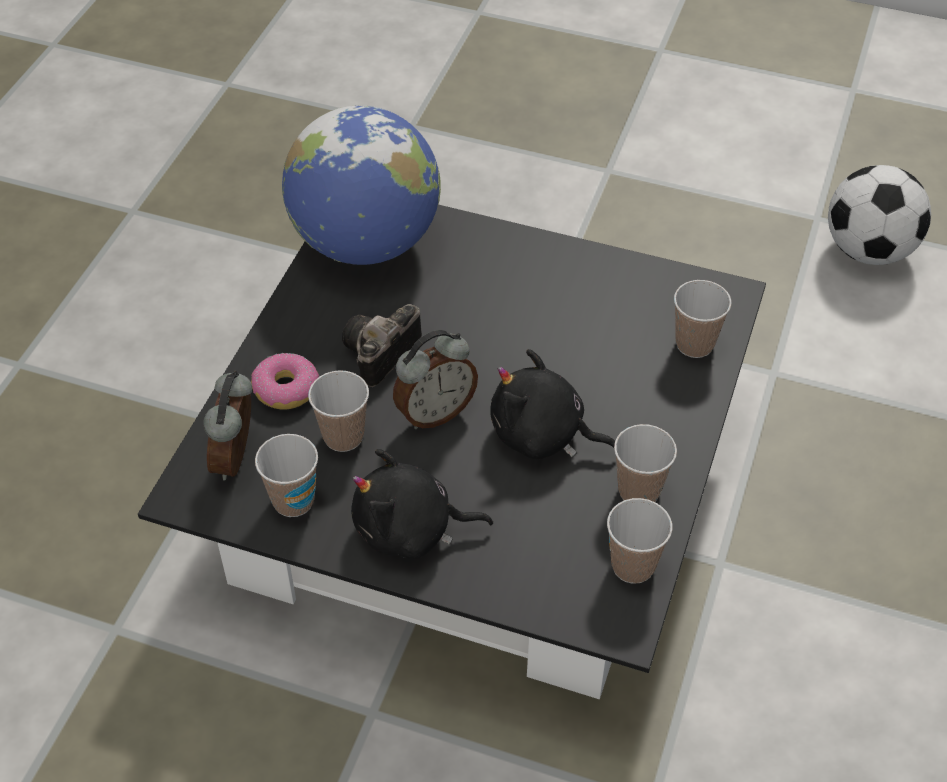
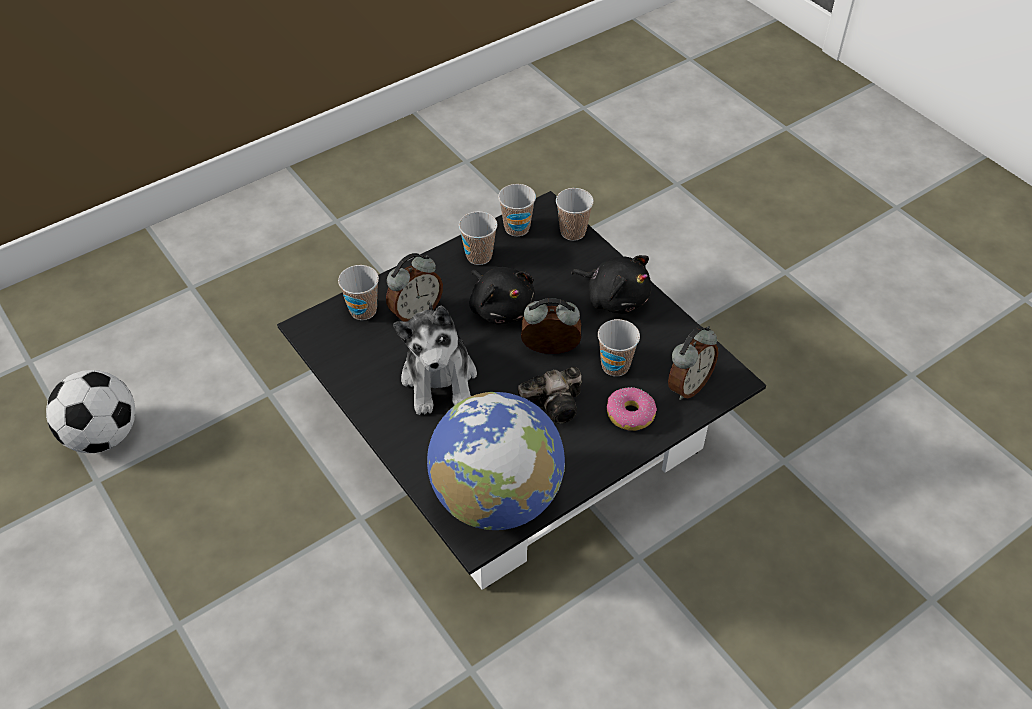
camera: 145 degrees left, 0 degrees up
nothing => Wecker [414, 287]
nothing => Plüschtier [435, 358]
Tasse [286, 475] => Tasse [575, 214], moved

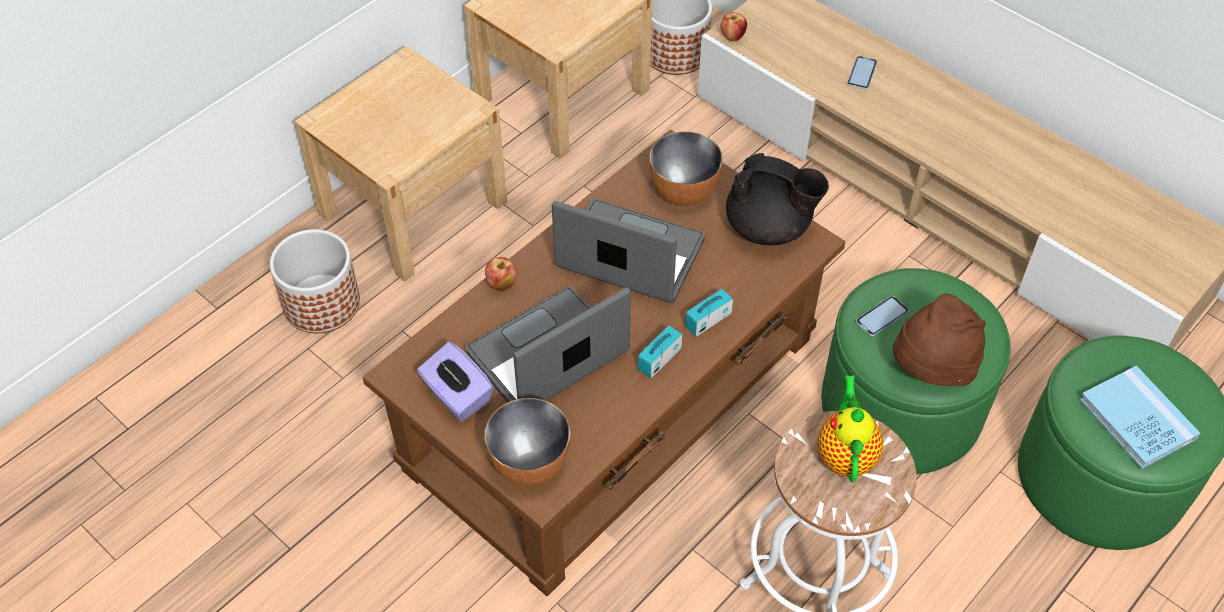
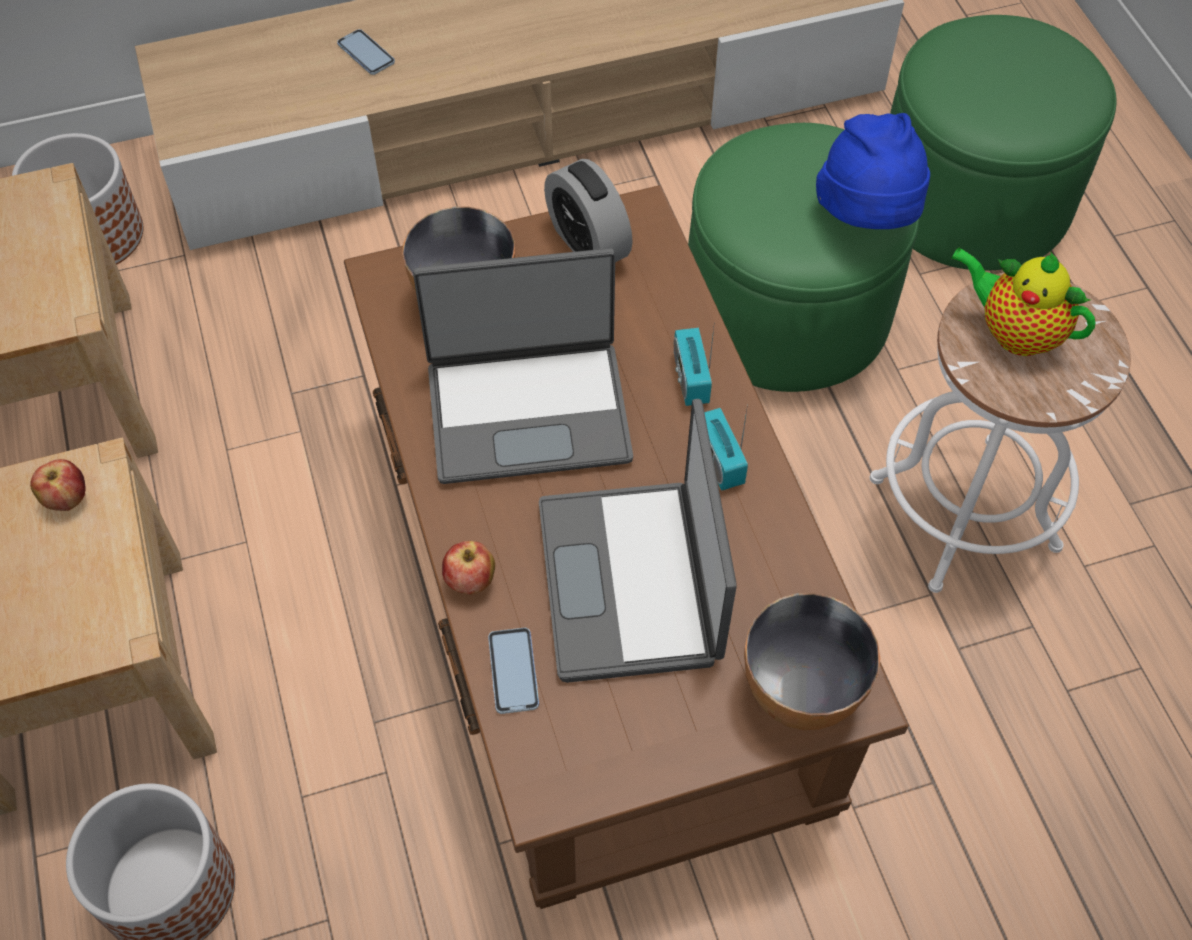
camera: 60 degrees left, 5 degrees up
Taschentuchbox [lila] [455, 382] => nothing
Buch [blau] [1139, 417] => nothing
Apfel [733, 26] => Apfel [58, 485], moved
Handy [882, 316] => Handy [513, 671], moved
Teekanne [schwarz] [777, 199] => Wecker [588, 210]
Hut [braun] [939, 340] => Hut [blau] [873, 171]
Laptop [628, 251] => Laptop [523, 366], 150 degrees counterclockwise

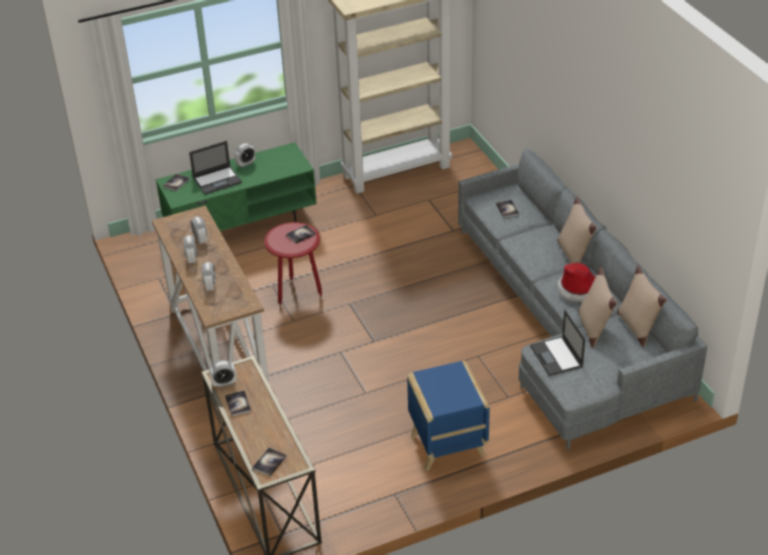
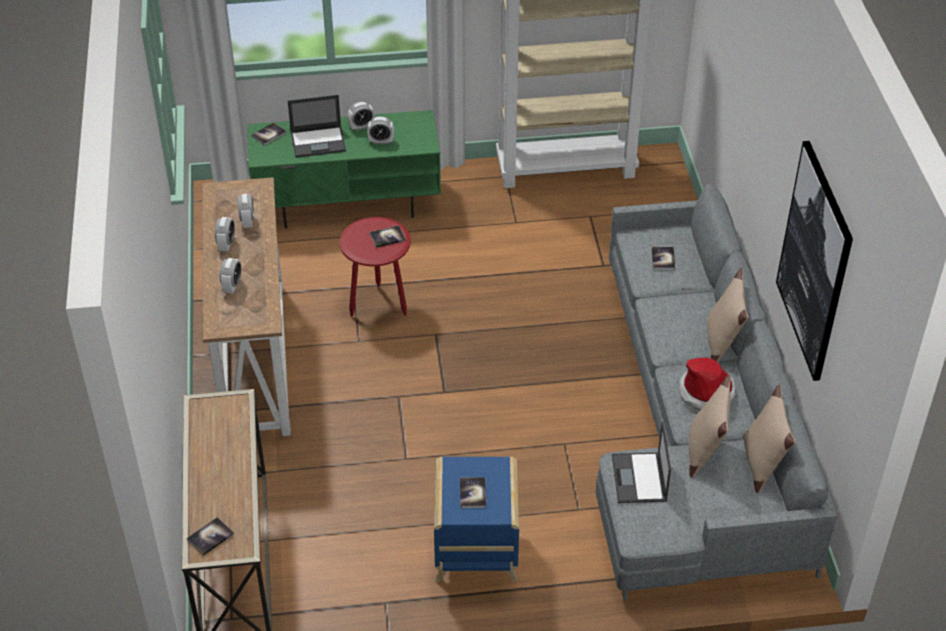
camera: 15 degrees right, 5 degrees up
nothing => Bild [814, 261]
Wecker [223, 374] => Wecker [380, 130], moved
Buch [238, 403] => Buch [473, 492], moved

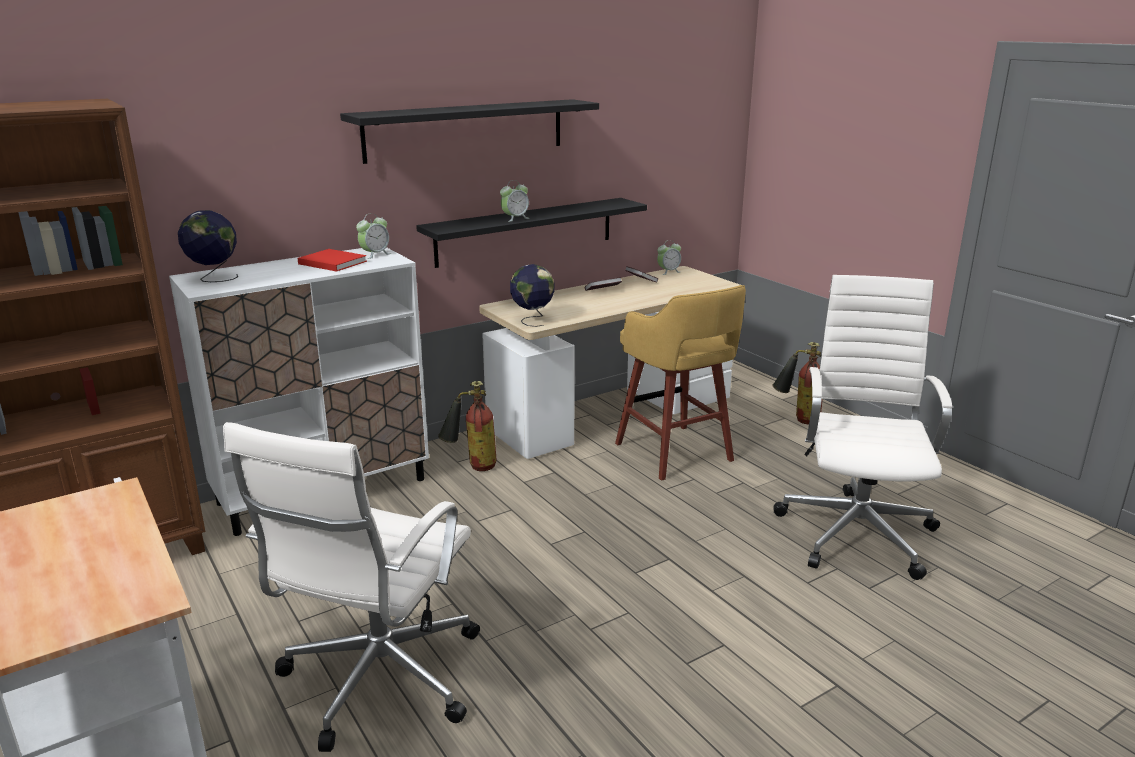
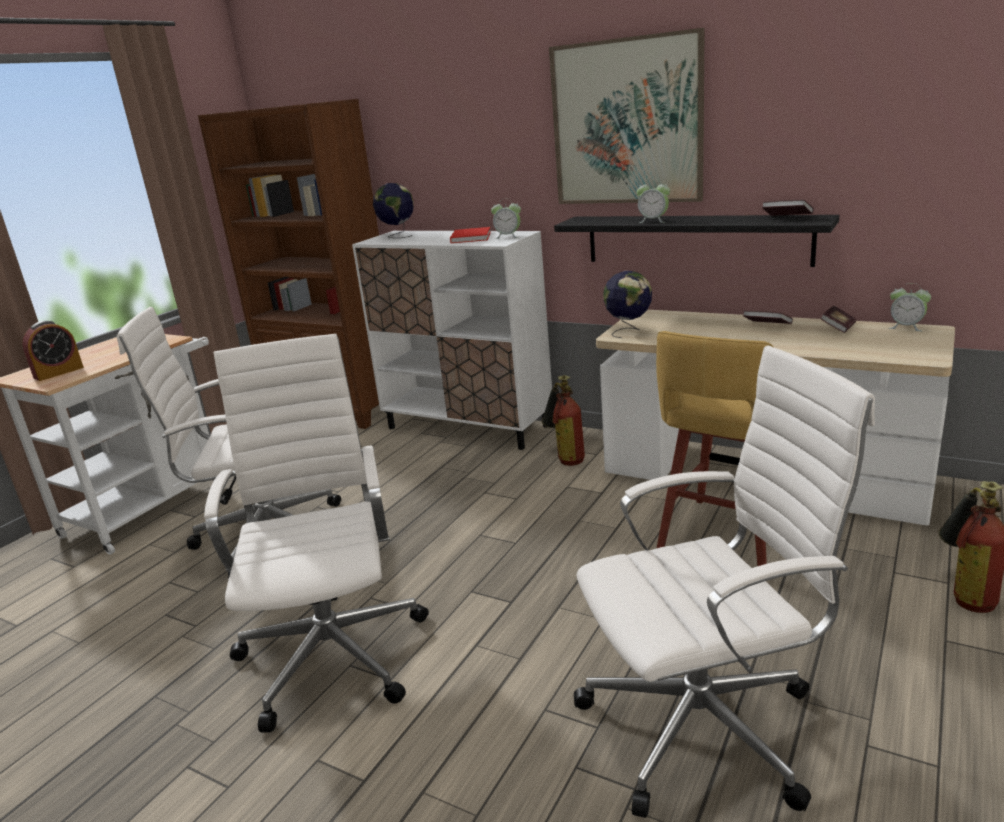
camera: 65 degrees right, 0 degrees up
nothing => Wecker [53, 351]
nothing => Bürostuhl [weiß] [316, 533]
nothing => Buch [788, 208]
Wandregal [schwarz] [469, 131] => Bild [627, 116]

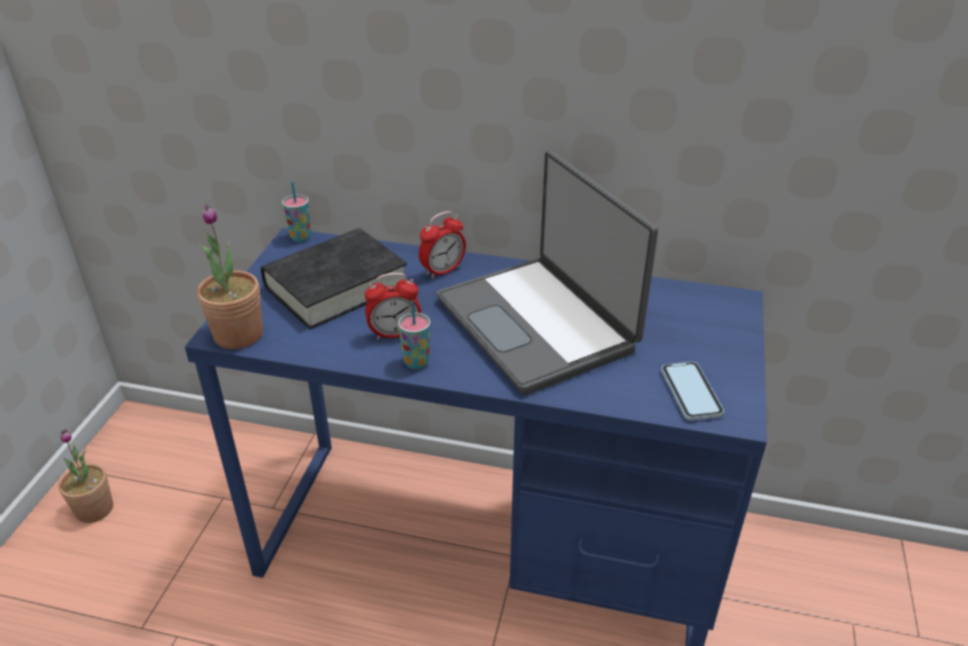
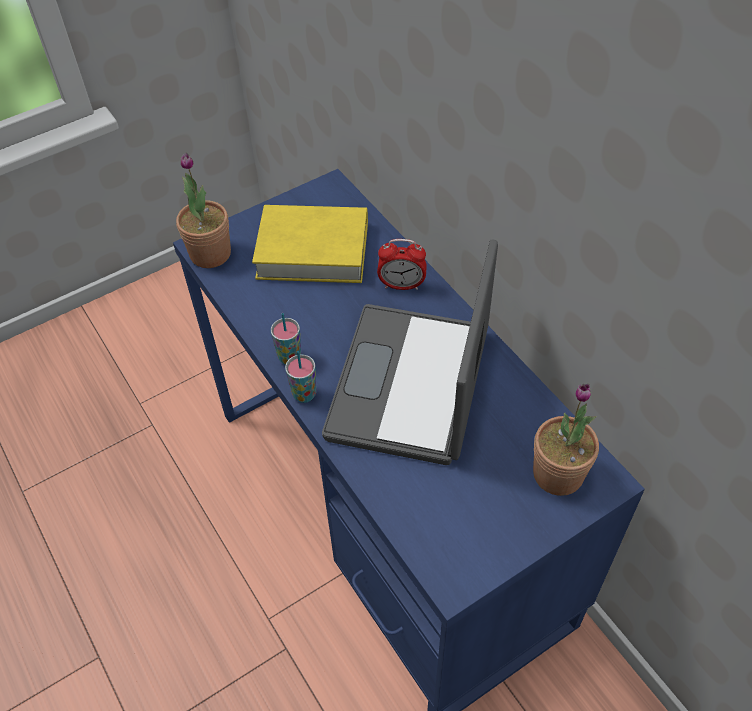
camera: 45 degrees right, 15 degrees up
Wecker [393, 306] => nothing
Handy [692, 391] => nothing
Topfpflanze [86, 476] => Topfpflanze [566, 440], moved
Tasse [296, 211] => Tasse [300, 377], moved
Buch [schwarz] [334, 278] => Buch [gelb] [310, 244]

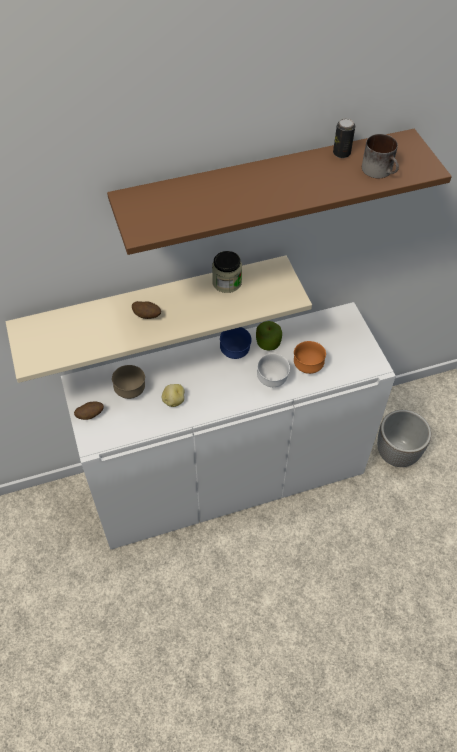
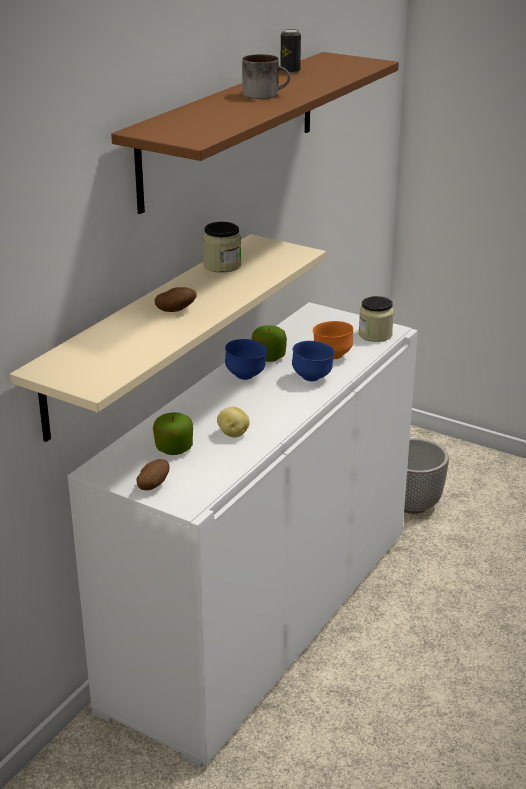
camera: 40 degrees left, 25 degrees down
nothing => Vorratsglas [376, 319]
Henkelbecher [380, 156] => Henkelbecher [266, 76], moved
Schüssel [braun] [128, 382] => Apfel [173, 433]
Schüssel [weiß] [273, 370] => Schüssel [blau] [313, 361]

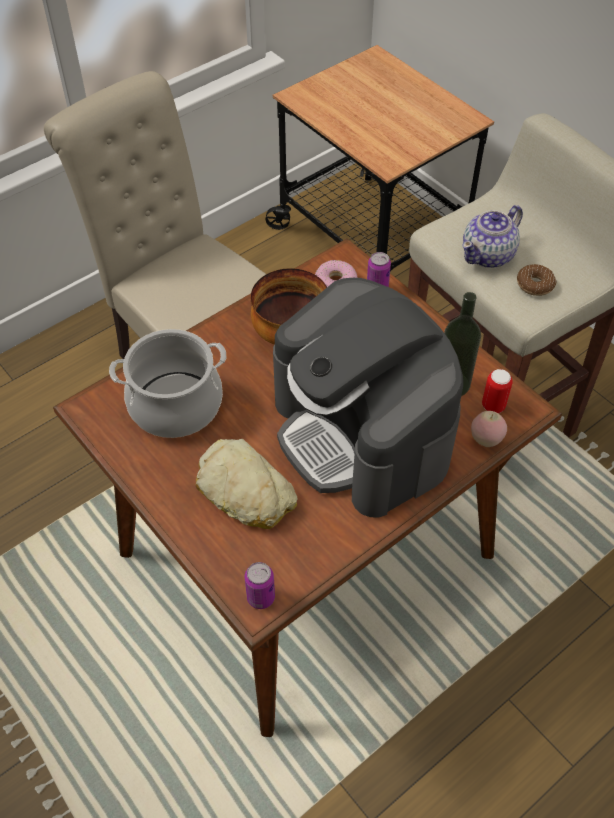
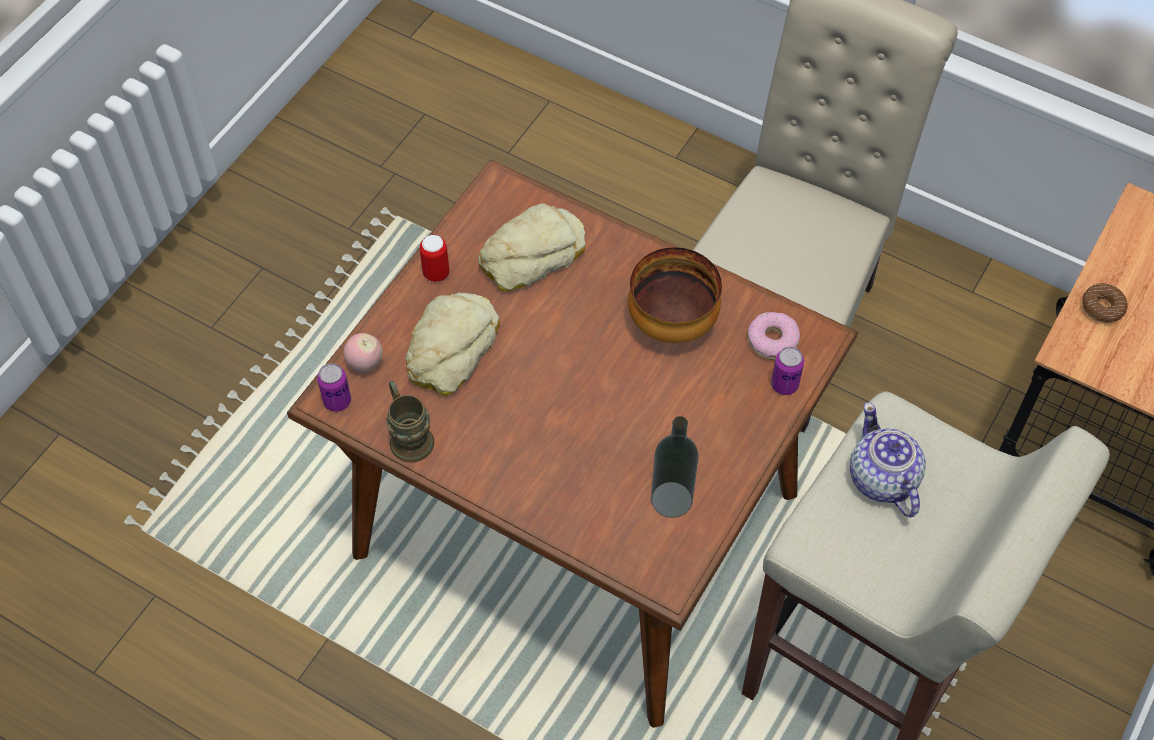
camera: 70 degrees right, 5 degrees up
Kaffeemaschine [368, 397] => nothing
nothing => Henkelbecher [braun] [410, 422]
Apfel [489, 429] => Apfel [363, 353], moved
Dose [497, 391] => Dose [434, 258], moved
Donut [537, 280] => Donut [1105, 303], moved
Kochtopf [168, 383] => Brot [532, 247]
Teekanne [492, 236] => Teekanne [888, 459], 45 degrees clockwise

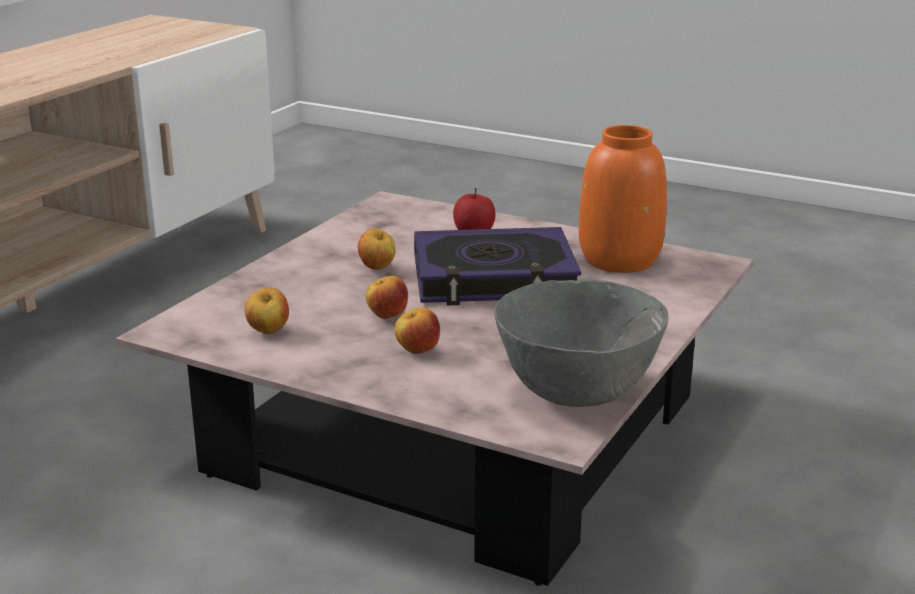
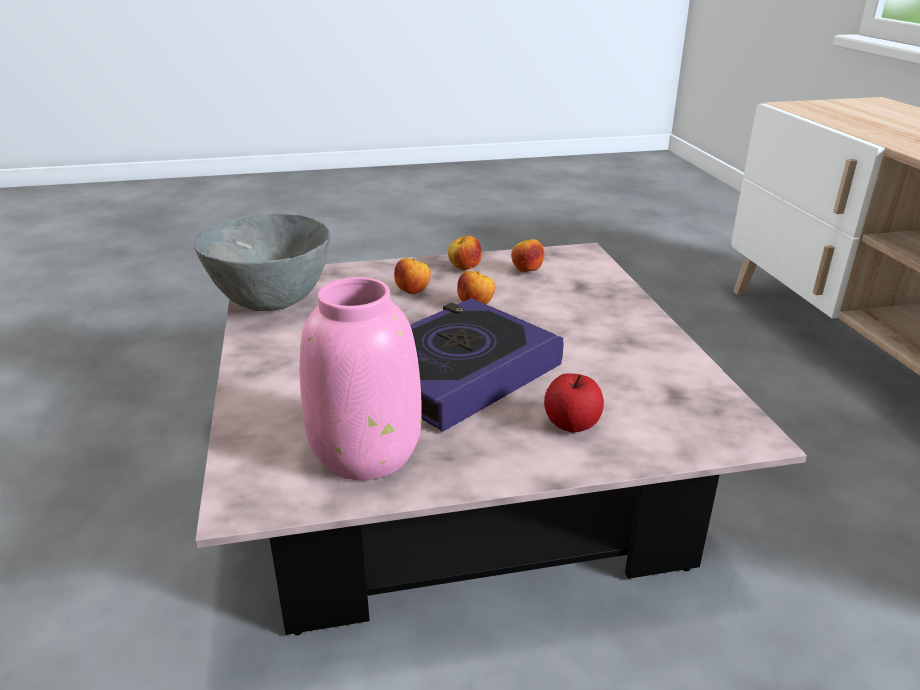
camera: 140 degrees right, 5 degrees up
Apfel [377, 249] => Apfel [465, 253], moved
Vase [orange] [623, 199] => Vase [rosa] [360, 378]

